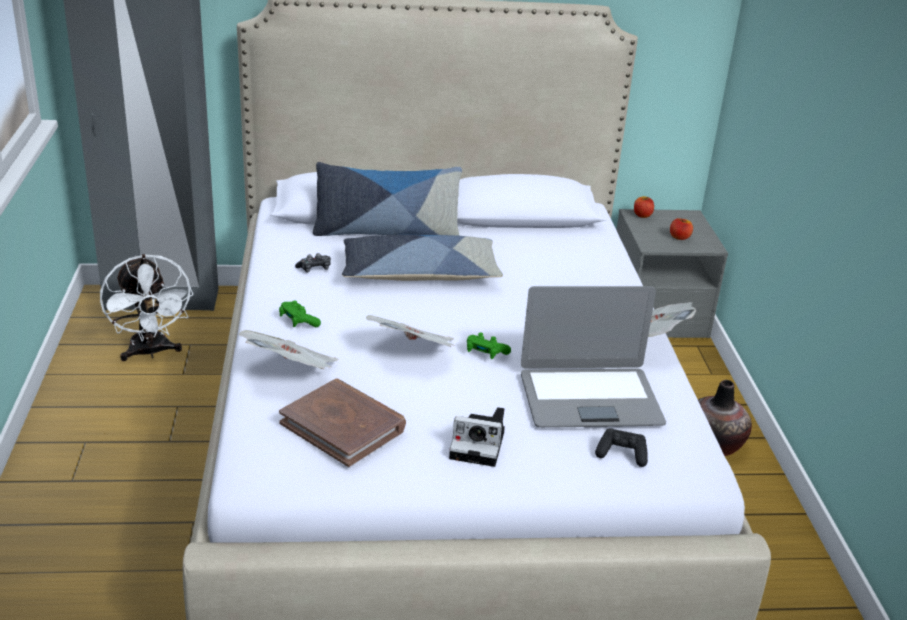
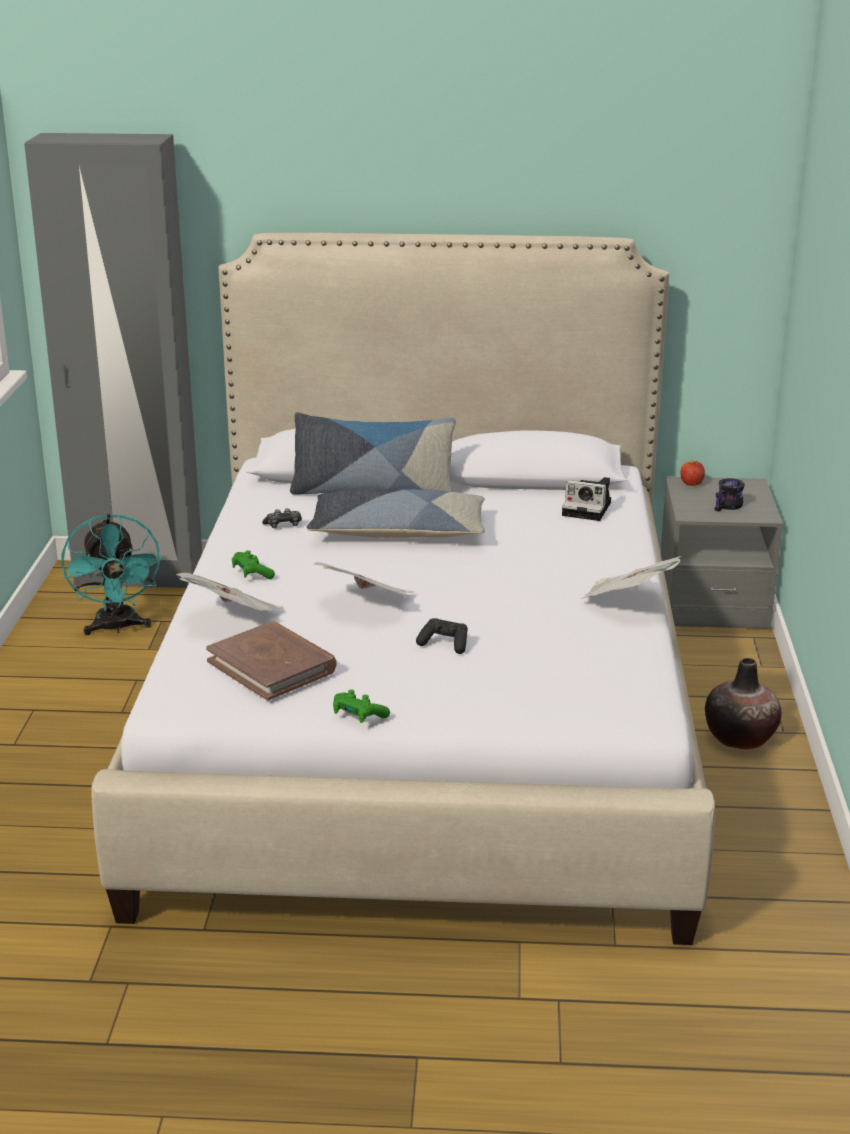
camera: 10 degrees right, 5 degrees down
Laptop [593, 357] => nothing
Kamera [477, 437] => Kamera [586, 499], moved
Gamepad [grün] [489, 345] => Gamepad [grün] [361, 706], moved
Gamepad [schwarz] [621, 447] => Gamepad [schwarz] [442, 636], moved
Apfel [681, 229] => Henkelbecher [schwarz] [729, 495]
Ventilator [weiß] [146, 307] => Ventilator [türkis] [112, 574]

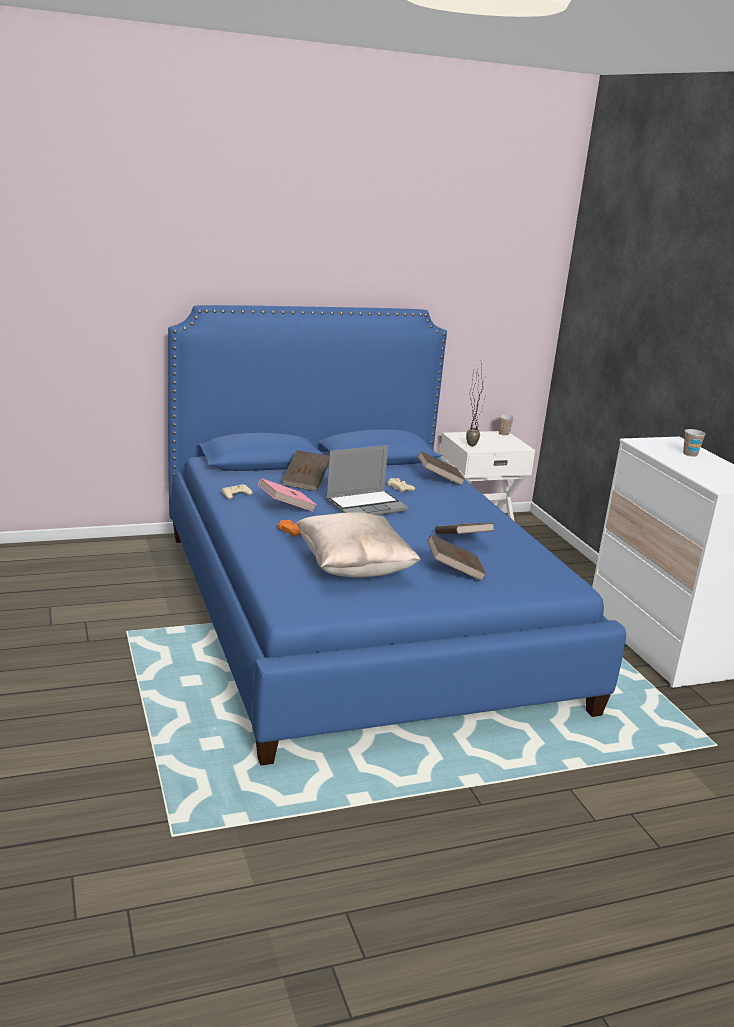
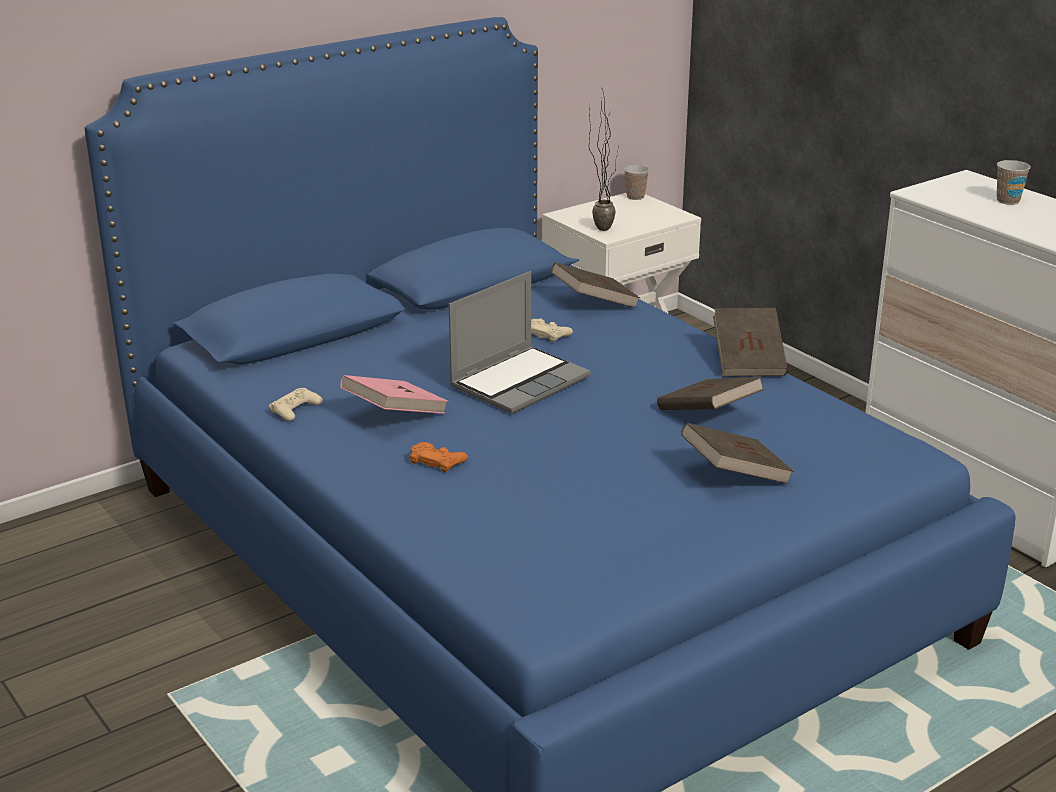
camera: 15 degrees left, 5 degrees up
Kissen [beige] [358, 544] => nothing
Buch [braun] [305, 470] => Buch [braun] [750, 342], moved

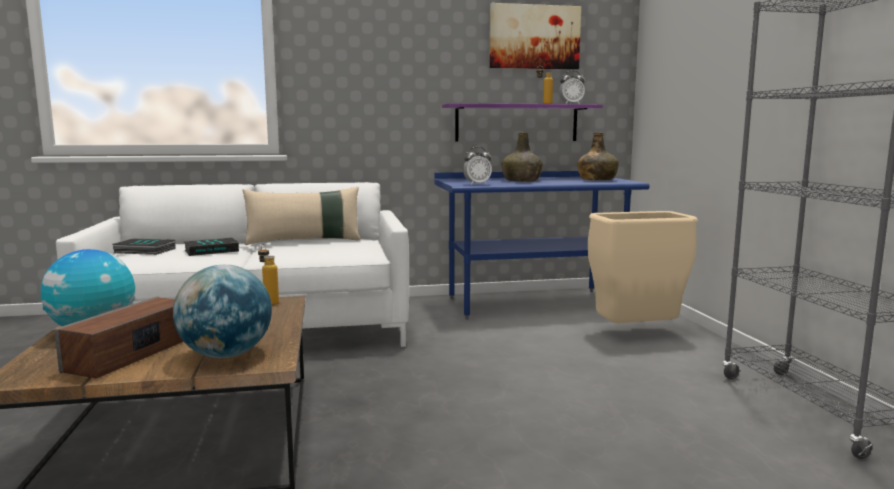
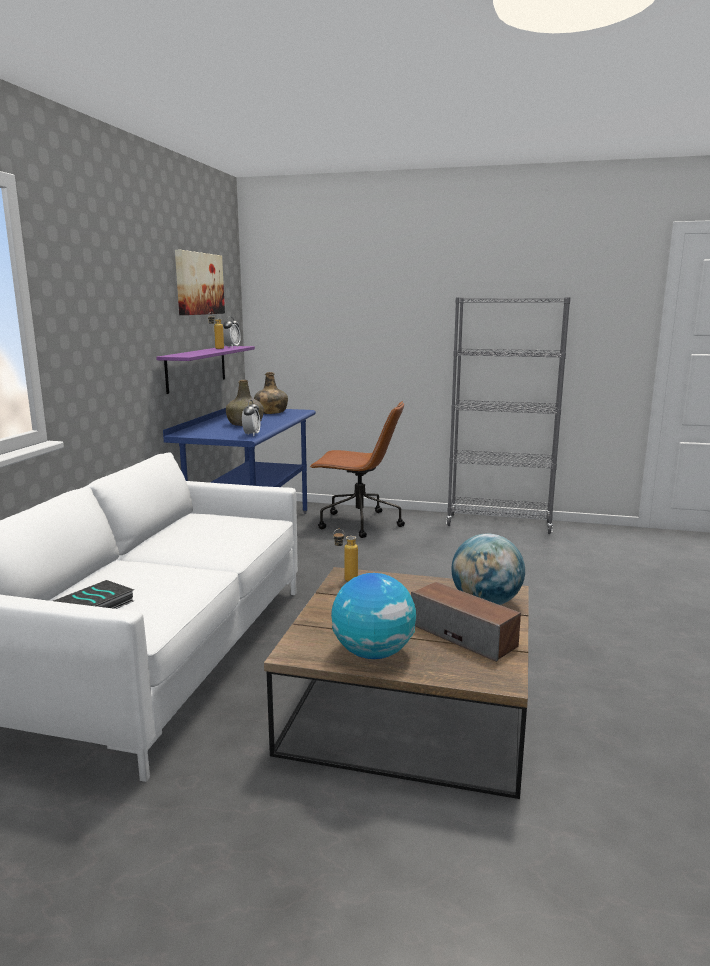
camera: 65 degrees left, 5 degrees up
Buch [211, 247] => nothing
Kissen [beige] [302, 216] => nothing
Mülleimer [beige] [643, 267] => Bürostuhl [braun] [357, 469]

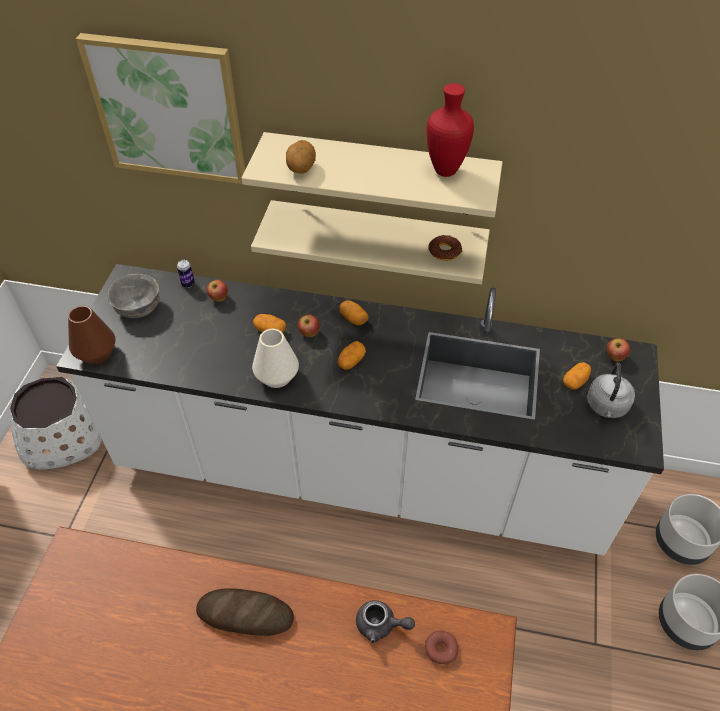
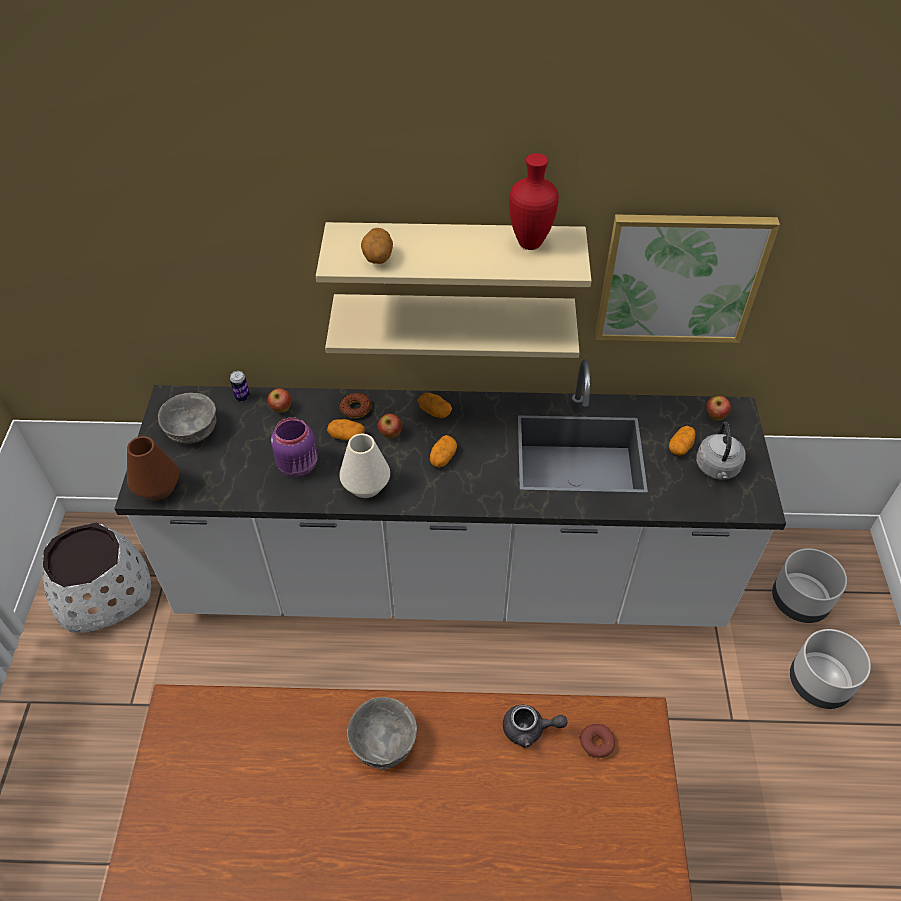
camera: 10 degrees left, 0 degrees up
nothing => Vorratsglas [lila] [294, 447]
Bild [160, 108] => Bild [687, 279], moved
Donut [445, 248] => Donut [356, 405], moved
Brot [245, 612] => Schüssel [grau] [382, 733]

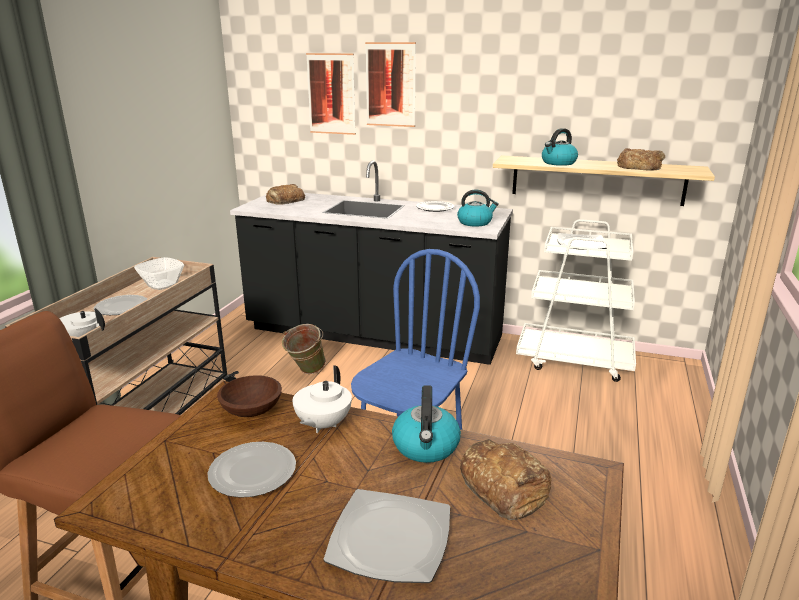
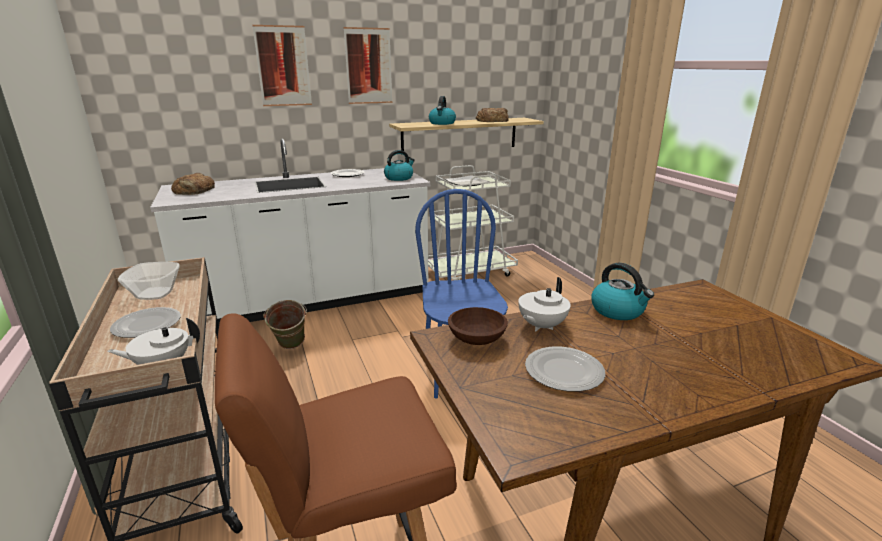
camera: 40 degrees left, 0 degrees up
Teller [387, 536] => nothing
Brot [505, 479] => nothing
Bild [331, 94] => Bild [368, 65], moved
Küchenzeile [schwarz] [371, 262] => Küchenzeile [weiß] [290, 232]
Teekanne [weiß] [322, 399] => Teekanne [weiß] [544, 304], 60 degrees clockwise

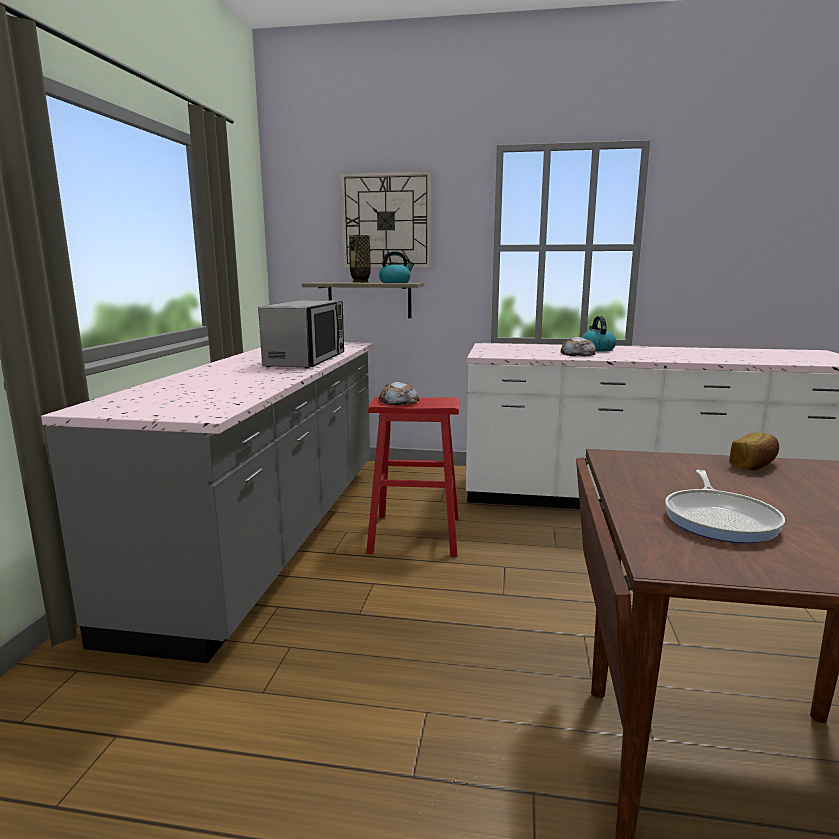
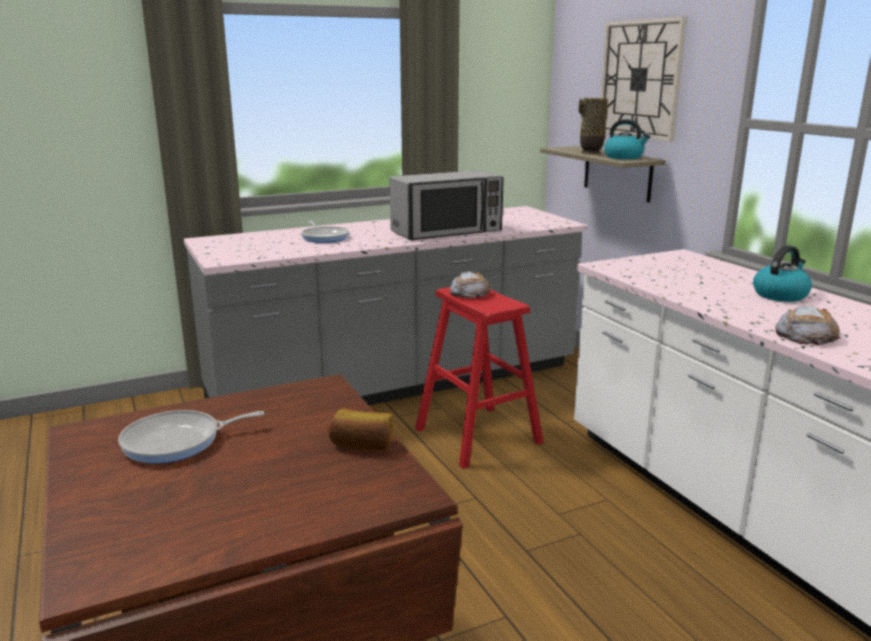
camera: 55 degrees right, 5 degrees up
nothing => Pfanne [325, 232]
Brot [578, 346] => Brot [808, 325], moved

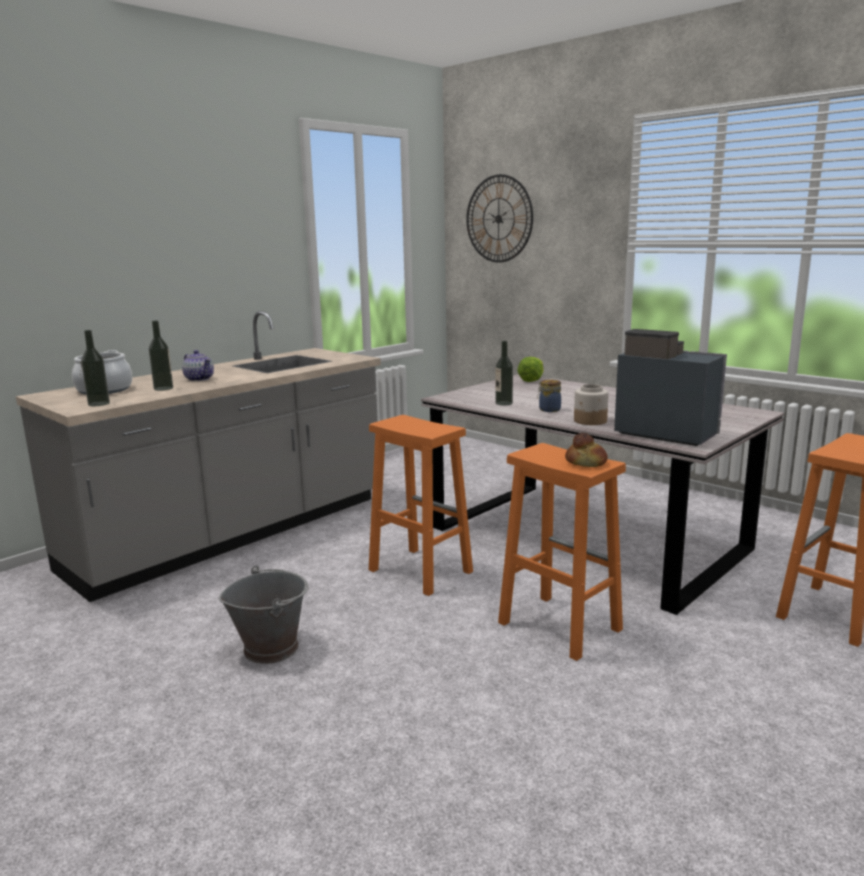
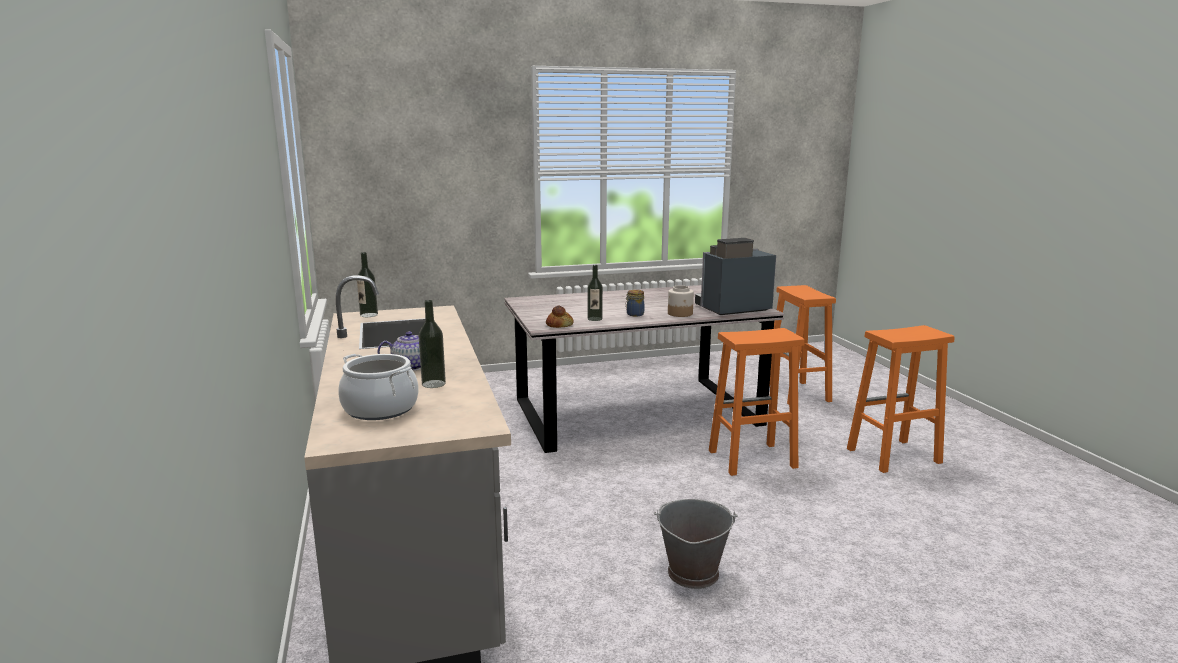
camera: 60 degrees left, 0 degrees up
Wanduhr [499, 218] => nothing
Salatkopf [530, 369] => nothing
Flasche [95, 368] => Flasche [367, 284], moved
Hocker [orange] [421, 505] => Hocker [orange] [901, 399], moved
Brot [586, 450] => Brot [560, 317], moved

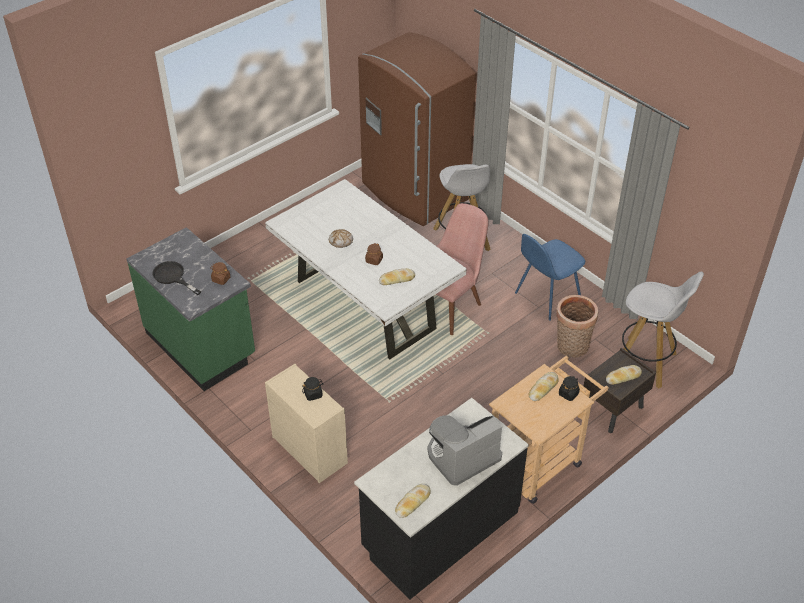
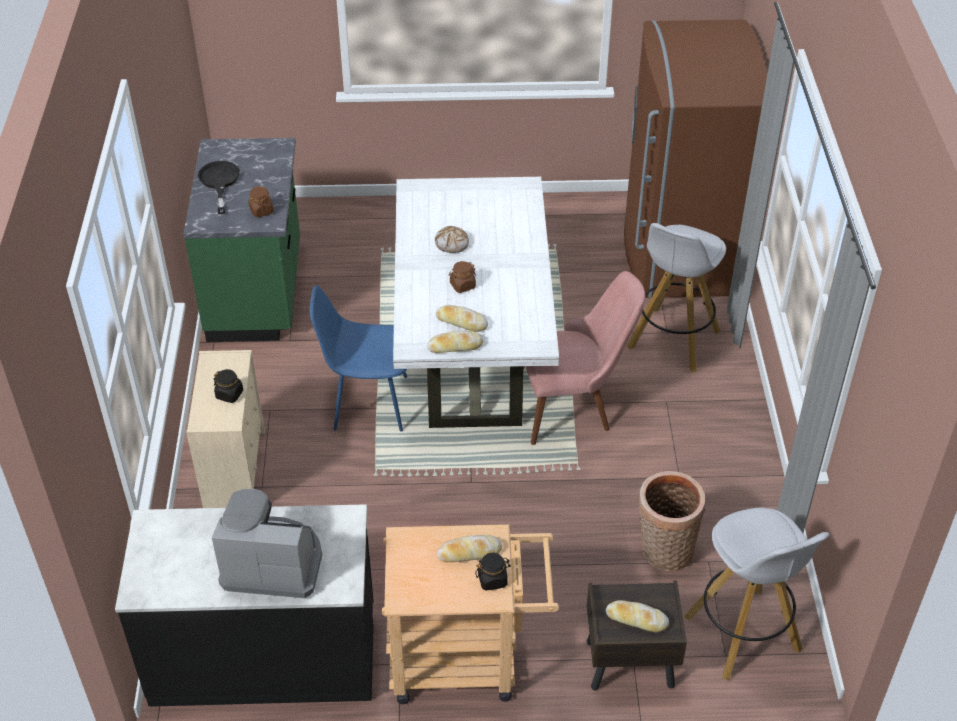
camera: 40 degrees right, 0 degrees up
Brot [413, 501] => Brot [455, 342], moved
Stuhl [blau] [550, 277] => Stuhl [blau] [358, 358], moved

